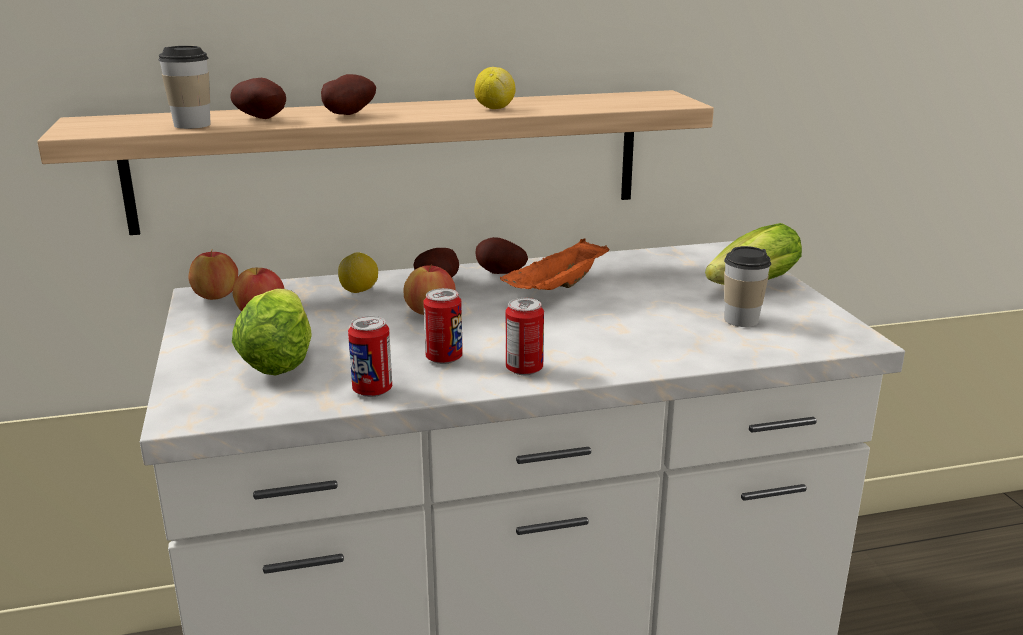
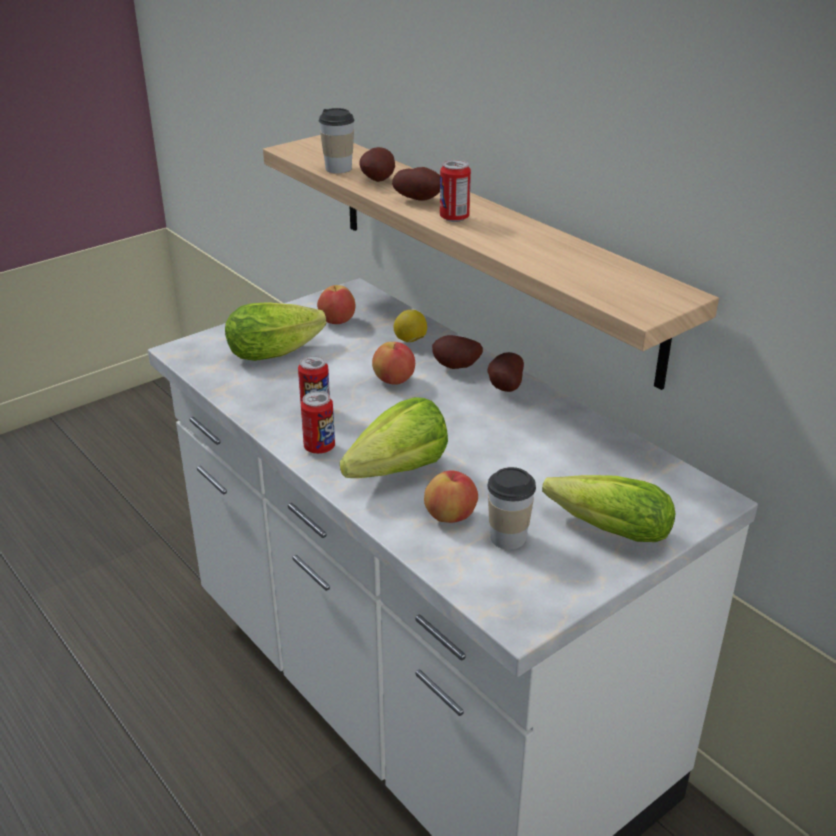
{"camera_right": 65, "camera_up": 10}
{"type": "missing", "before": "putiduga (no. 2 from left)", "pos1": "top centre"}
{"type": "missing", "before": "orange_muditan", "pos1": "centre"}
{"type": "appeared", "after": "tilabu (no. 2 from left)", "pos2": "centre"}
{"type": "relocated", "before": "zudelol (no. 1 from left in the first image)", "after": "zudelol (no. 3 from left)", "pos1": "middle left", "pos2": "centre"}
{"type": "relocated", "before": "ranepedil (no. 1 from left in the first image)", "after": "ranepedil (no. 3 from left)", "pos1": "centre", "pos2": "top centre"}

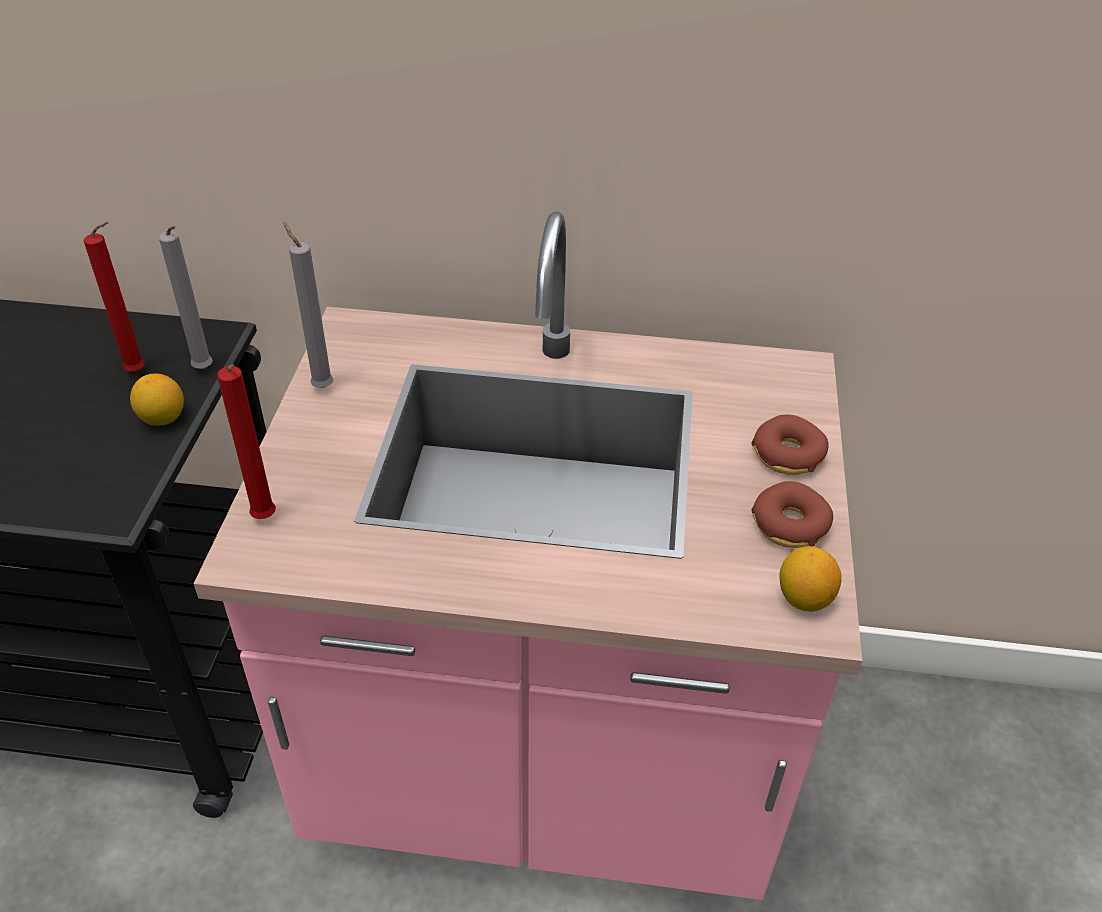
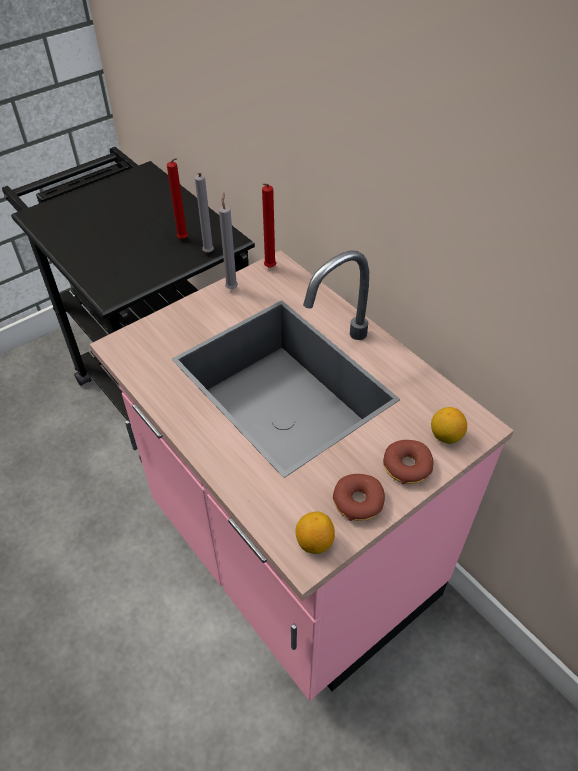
{"camera_right": 45, "camera_up": 5}
{"type": "relocated", "before": "putiduga (no. 1 from left in the first image)", "after": "putiduga (no. 2 from left)", "pos1": "middle left", "pos2": "middle right"}
{"type": "relocated", "before": "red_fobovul (no. 2 from left)", "pos1": "middle left", "pos2": "top centre"}

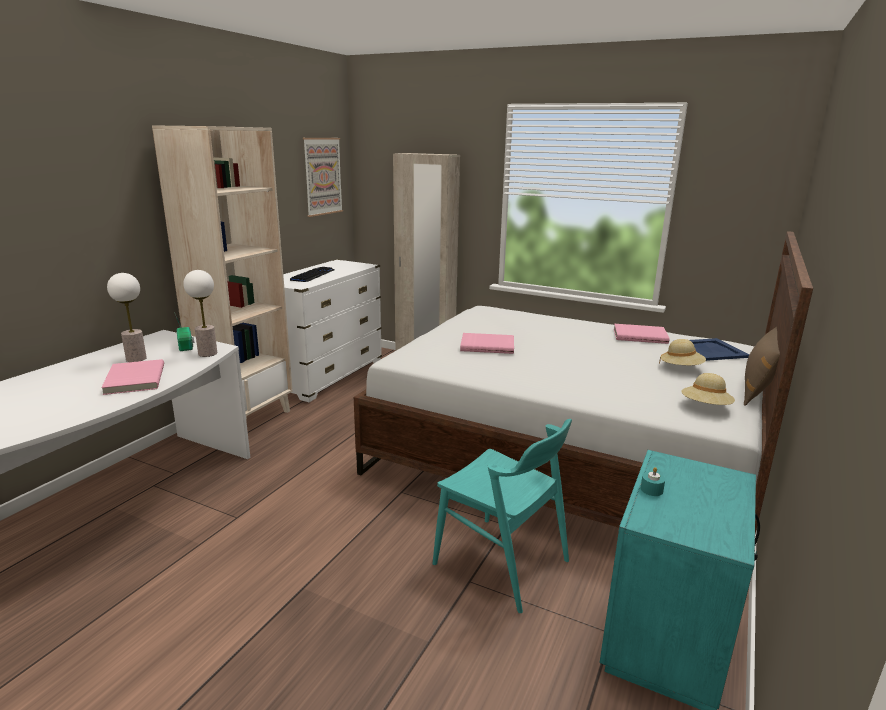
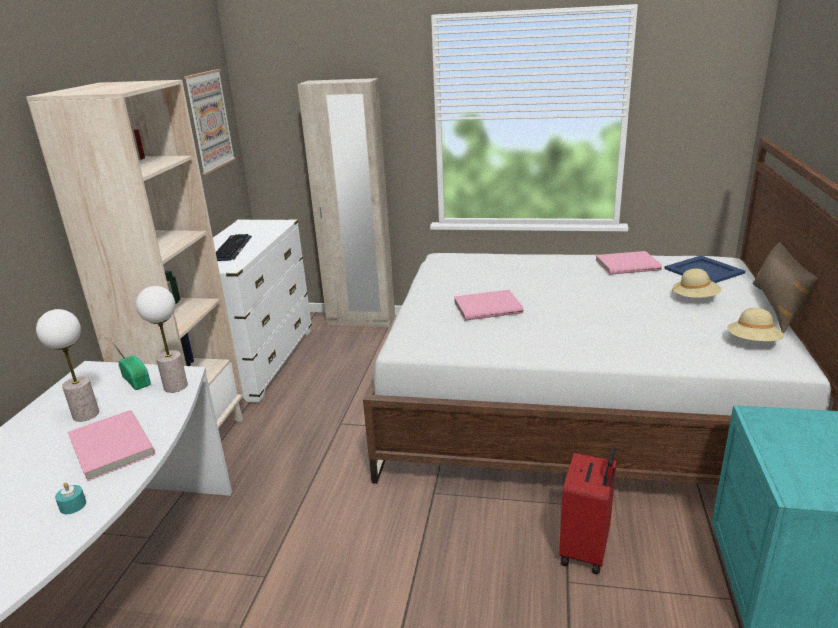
{"camera_right": -15, "camera_up": 5}
{"type": "relocated", "before": "turquoise_fobovul", "pos1": "bottom right", "pos2": "bottom left"}
{"type": "exchanged", "before": "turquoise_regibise", "after": "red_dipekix", "pos1": "bottom centre", "pos2": "bottom right"}

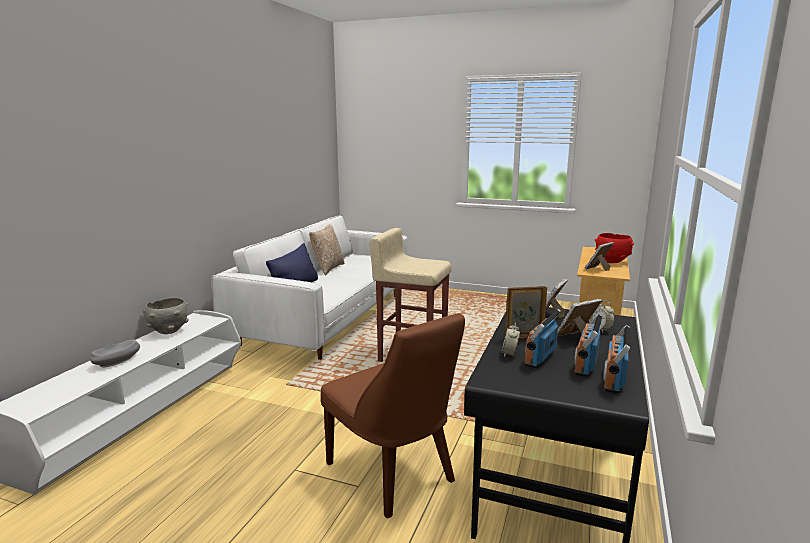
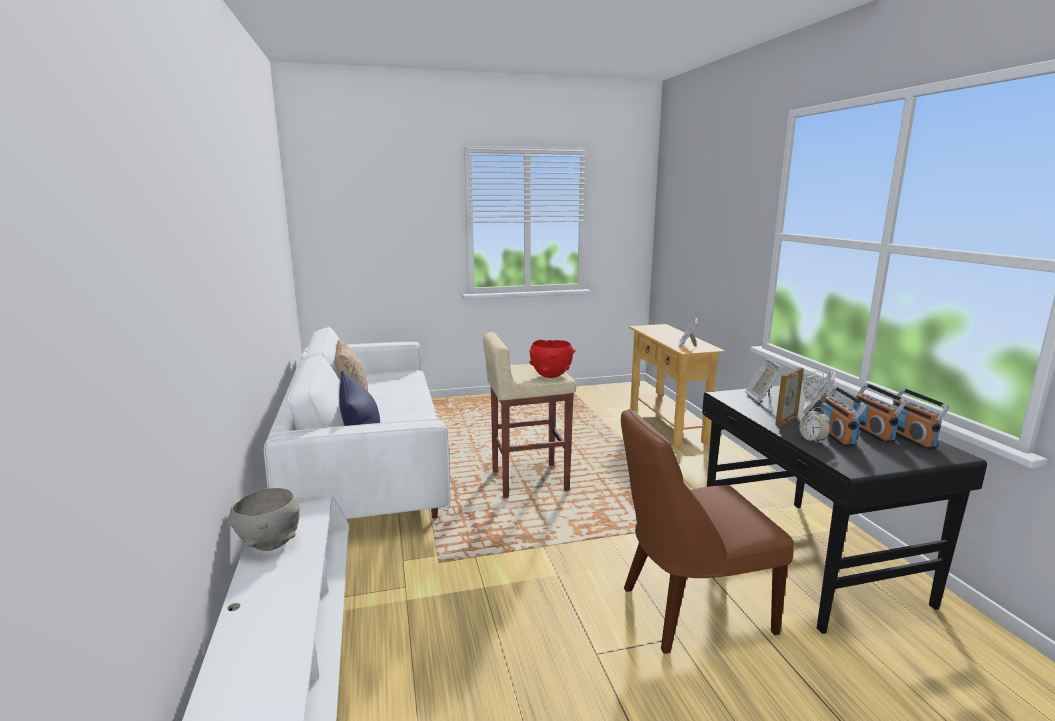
{"camera_right": -35, "camera_up": 0}
{"type": "missing", "before": "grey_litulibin (no. 1 from left)", "pos1": "middle left"}
{"type": "relocated", "before": "red_litulibin", "pos1": "middle right", "pos2": "centre"}
{"type": "spun", "before": "brown_regibise", "pos1": "bottom centre", "pos2": "bottom right", "turn": 150}

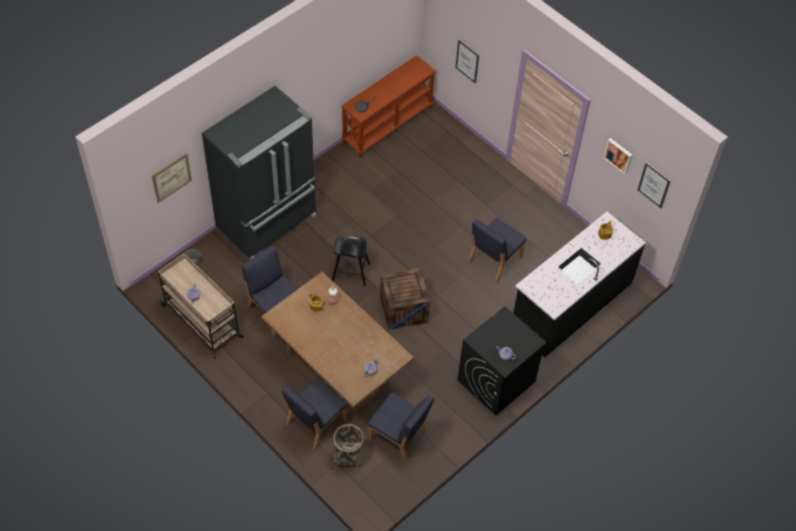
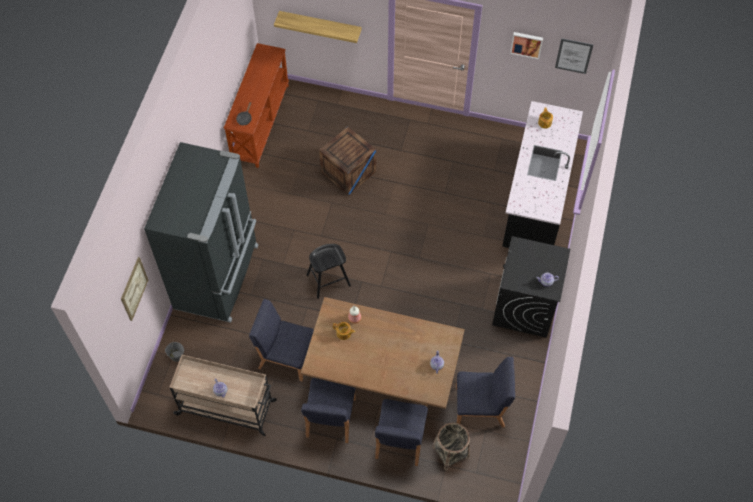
{"camera_right": -30, "camera_up": 5}
{"type": "relocated", "before": "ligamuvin", "pos1": "centre", "pos2": "top centre"}
{"type": "relocated", "before": "blue_regibise (no. 4 from left in the first image)", "after": "blue_regibise (no. 2 from left)", "pos1": "centre", "pos2": "bottom centre"}
{"type": "exchanged", "before": "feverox (no. 2 from left)", "after": "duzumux", "pos1": "top centre", "pos2": "top centre"}

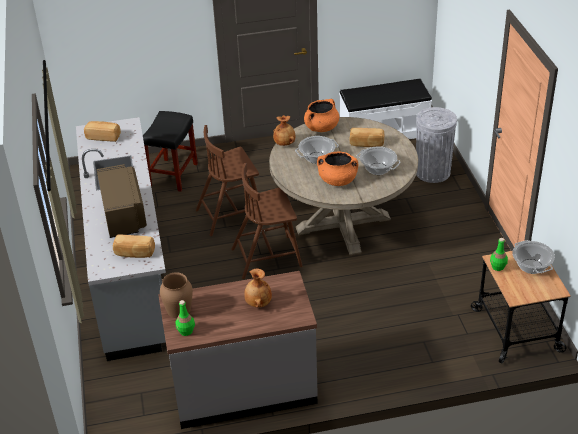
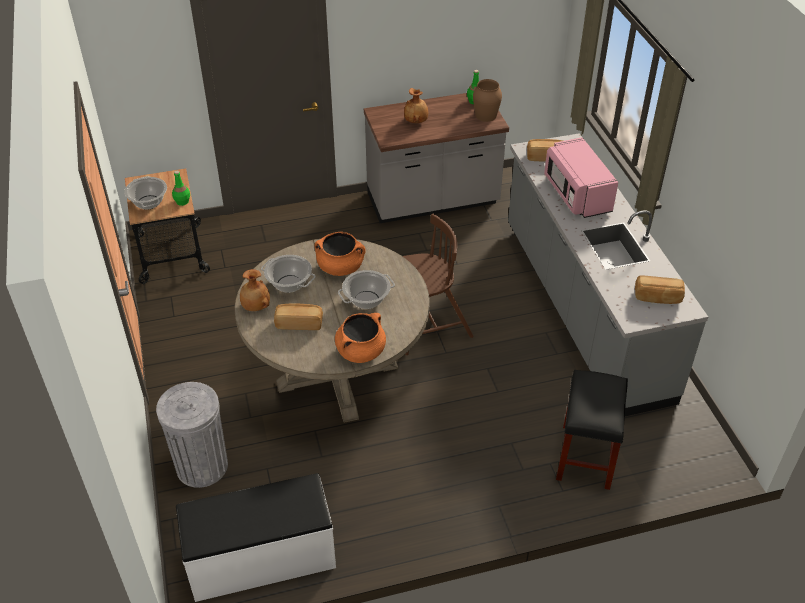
{"camera_right": 175, "camera_up": 5}
{"type": "missing", "before": "brown_regibise (no. 1 from left)", "pos1": "centre"}
{"type": "relocated", "before": "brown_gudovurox (no. 3 from left in the first image)", "after": "brown_gudovurox (no. 1 from left)", "pos1": "top centre", "pos2": "middle left"}
{"type": "colour", "before": "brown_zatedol", "after": "pink_zatedol", "pos1": "middle left", "pos2": "top right"}

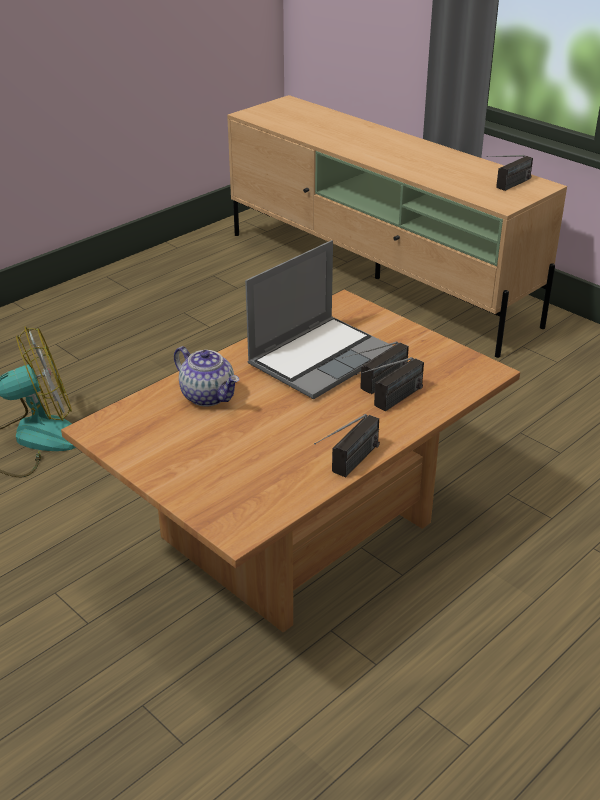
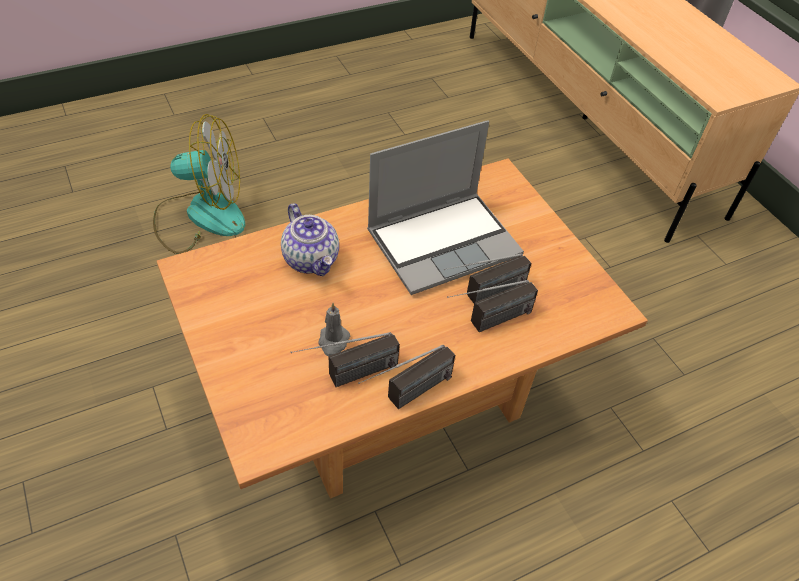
{"camera_right": 15, "camera_up": 15}
{"type": "appeared", "after": "grey_fobovul", "pos2": "centre"}
{"type": "relocated", "before": "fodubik (no. 4 from left in the first image)", "after": "fodubik (no. 1 from left)", "pos1": "top right", "pos2": "centre"}

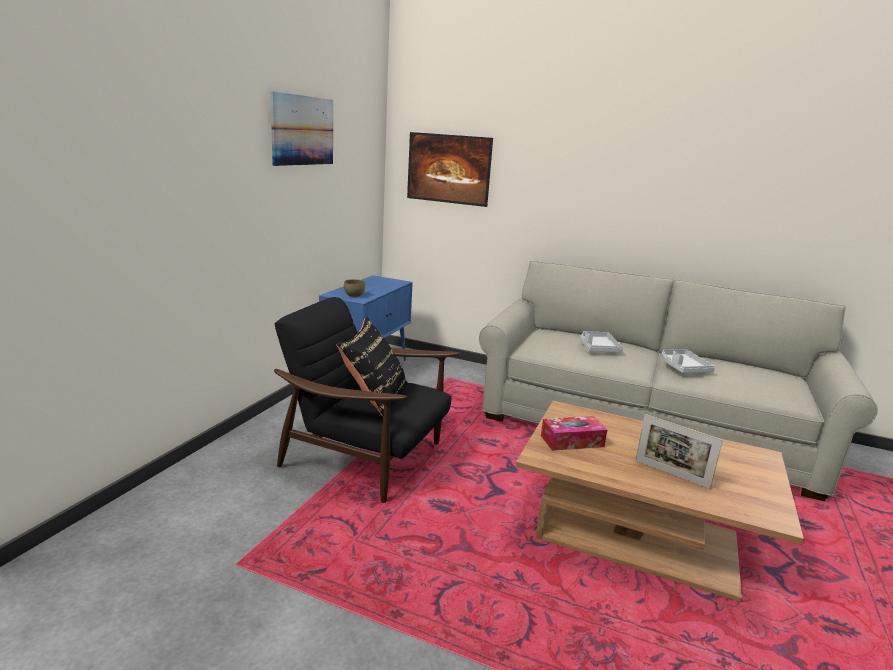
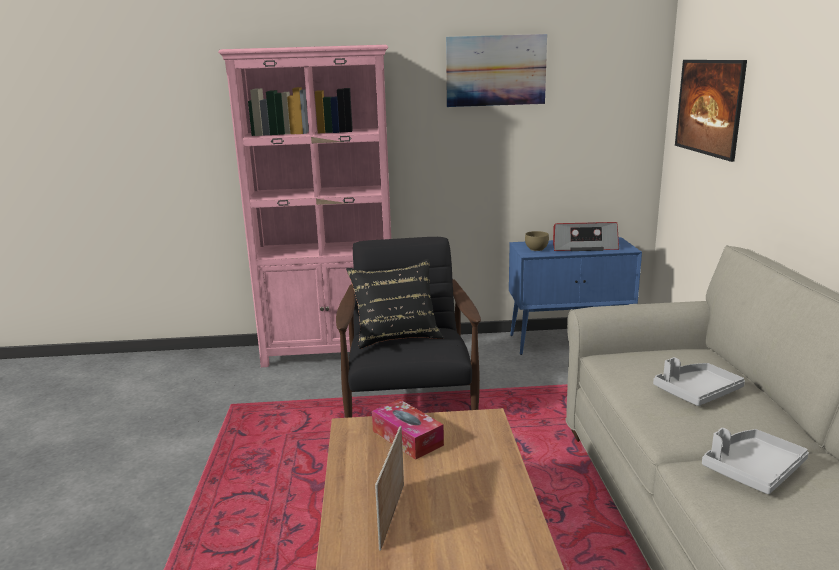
{"camera_right": 65, "camera_up": 0}
{"type": "appeared", "after": "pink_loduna", "pos2": "centre"}
{"type": "appeared", "after": "fodubik", "pos2": "middle right"}

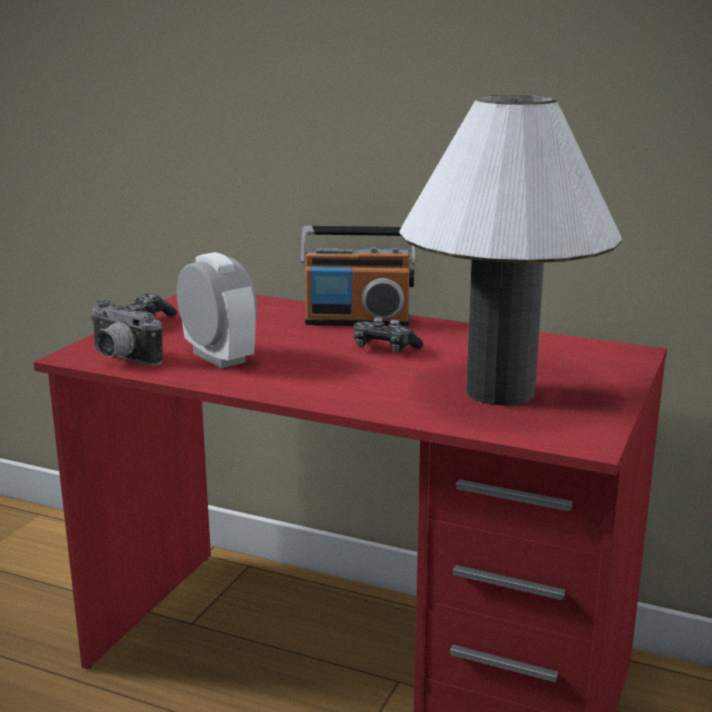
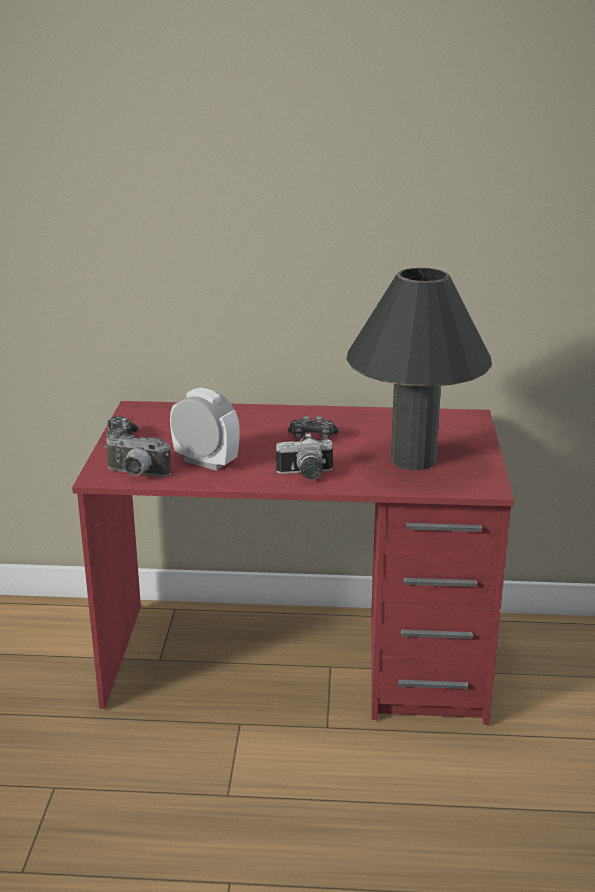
{"camera_right": -20, "camera_up": 5}
{"type": "missing", "before": "fodubik", "pos1": "centre"}
{"type": "appeared", "after": "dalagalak (no. 2 from left)", "pos2": "centre"}
{"type": "colour", "before": "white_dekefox", "after": "black_dekefox", "pos1": "middle right", "pos2": "middle right"}

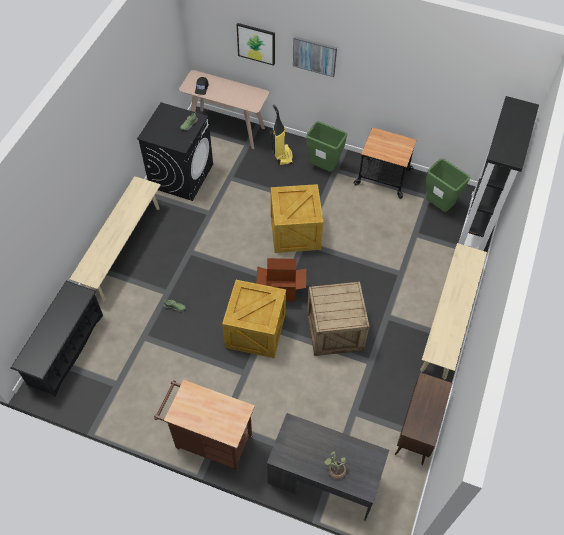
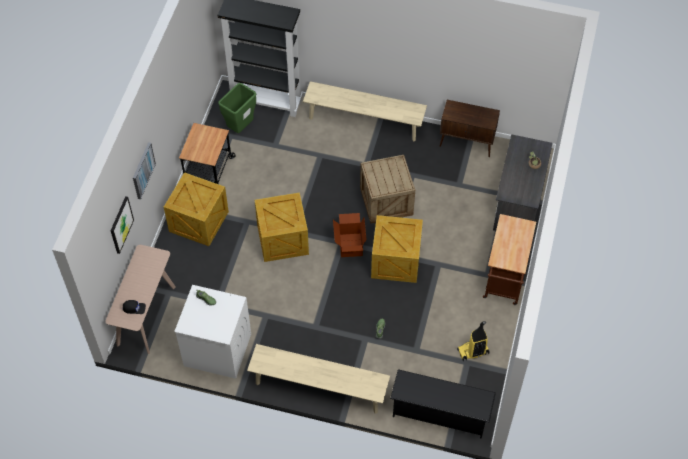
{"camera_right": -95, "camera_up": 0}
{"type": "relocated", "before": "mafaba", "pos1": "top centre", "pos2": "bottom right"}
{"type": "exchanged", "before": "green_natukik (no. 1 from left)", "after": "ligamuvin (no. 1 from left)", "pos1": "top centre", "pos2": "middle left"}
{"type": "colour", "before": "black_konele", "after": "white_konele", "pos1": "top left", "pos2": "bottom left"}

